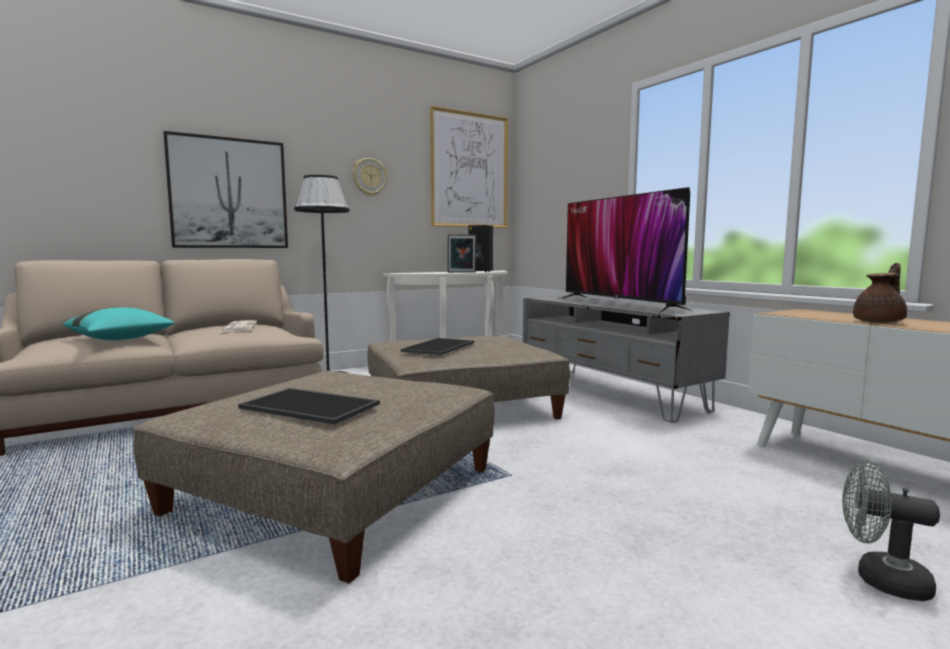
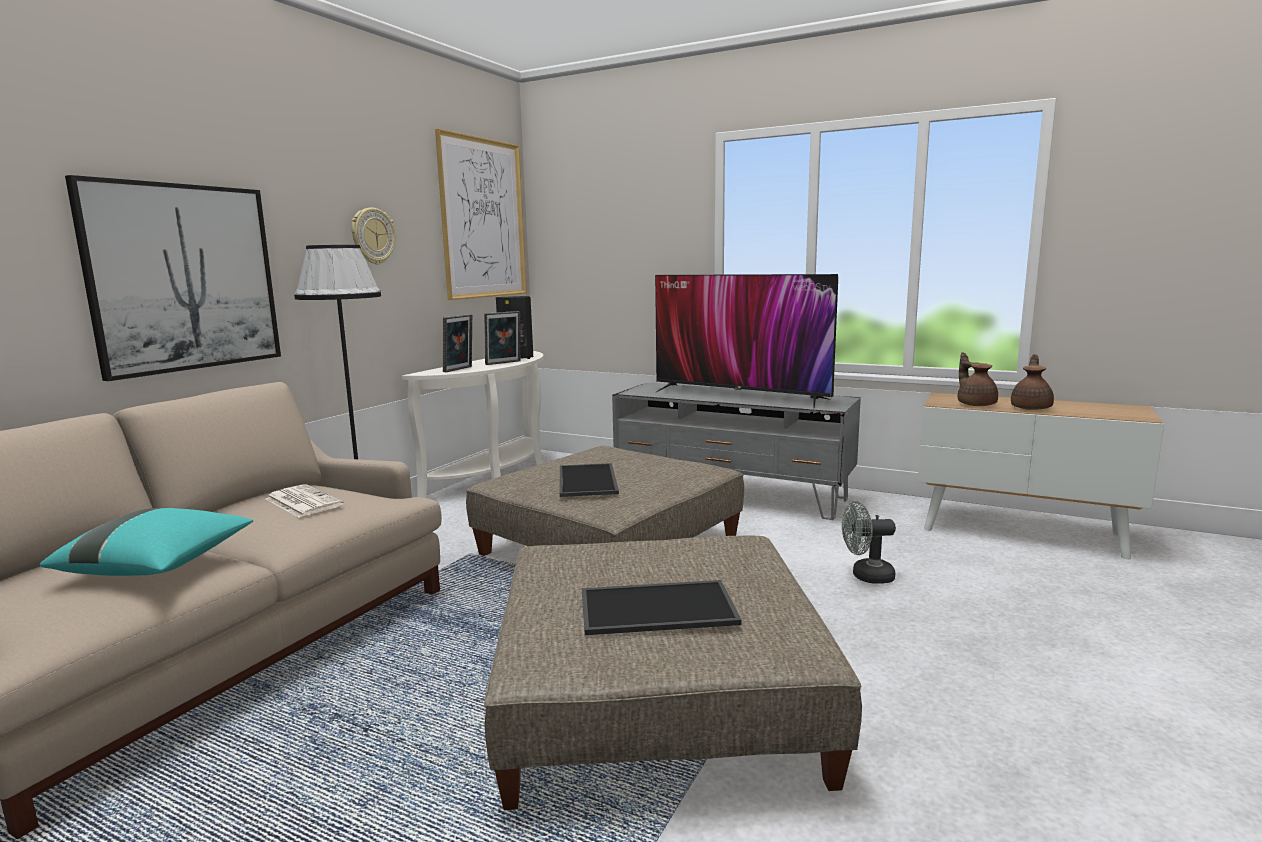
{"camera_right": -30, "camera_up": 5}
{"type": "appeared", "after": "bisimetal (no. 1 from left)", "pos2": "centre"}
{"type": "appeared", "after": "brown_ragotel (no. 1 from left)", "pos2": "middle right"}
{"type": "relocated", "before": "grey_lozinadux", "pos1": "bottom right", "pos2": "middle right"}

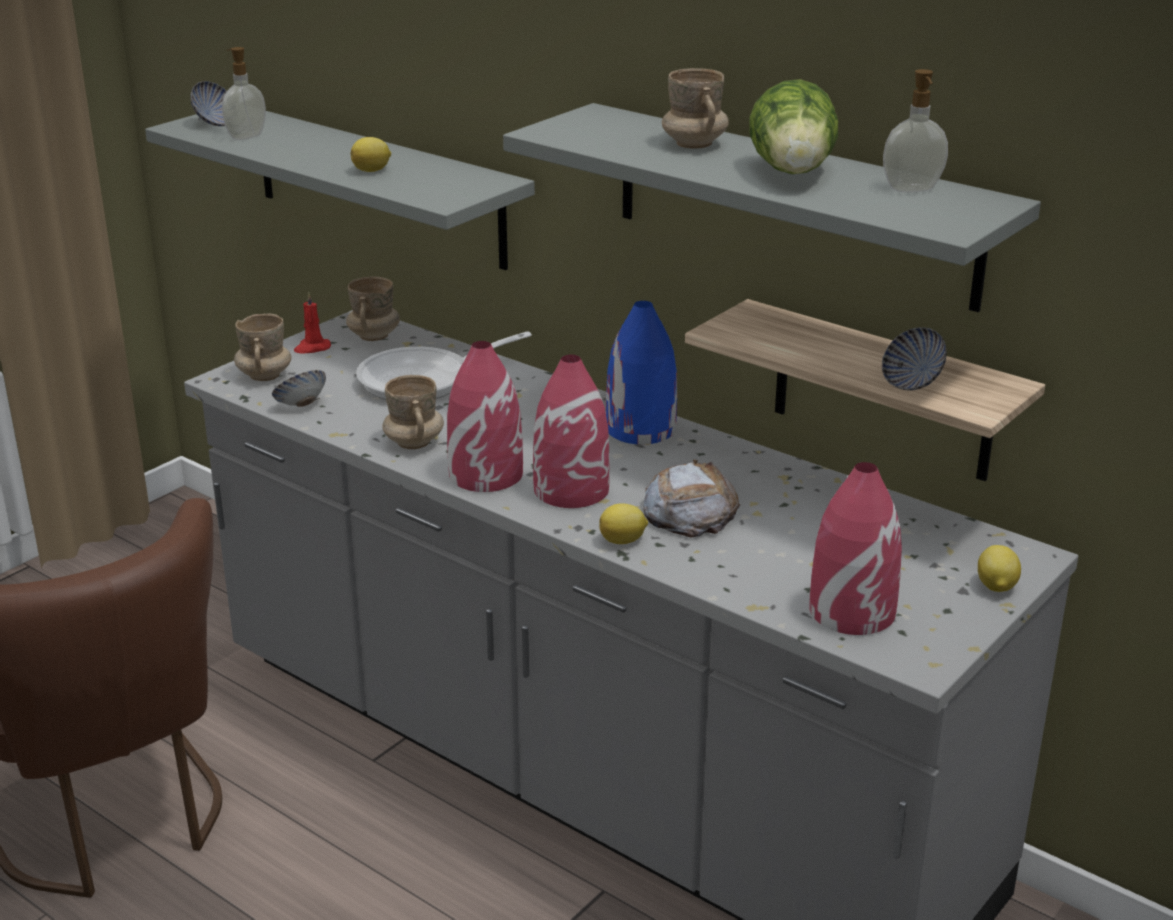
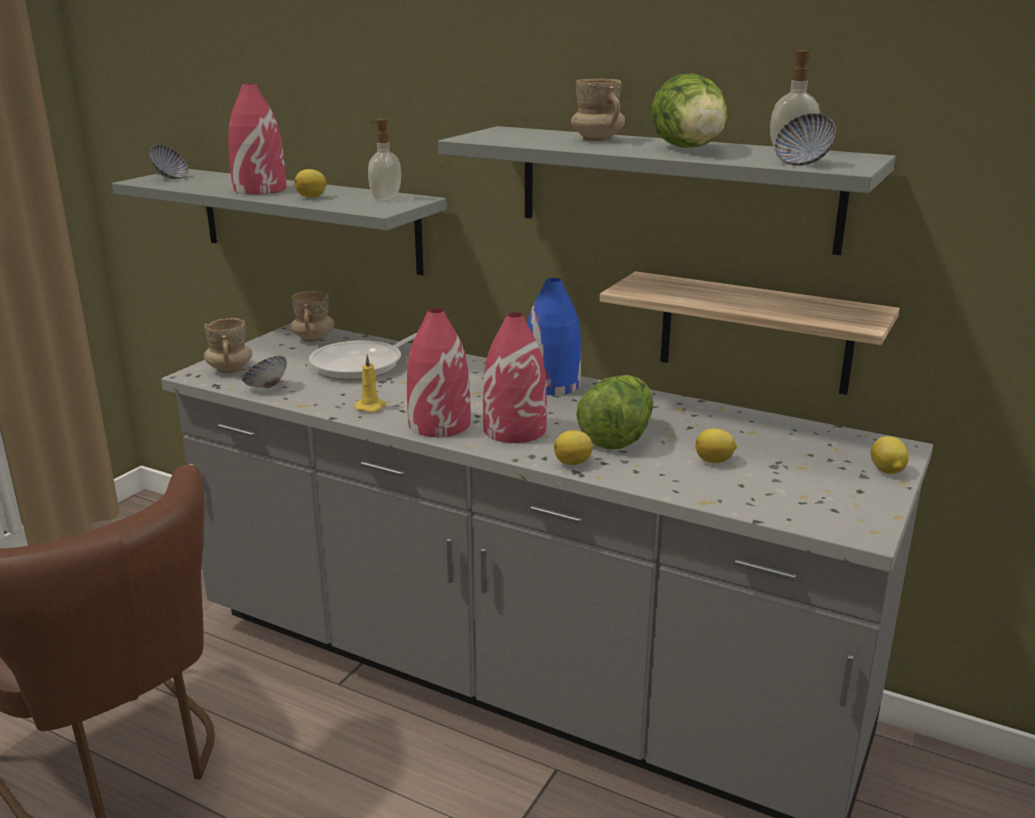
{"camera_right": -10, "camera_up": -5}
{"type": "missing", "before": "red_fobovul", "pos1": "middle left"}
{"type": "appeared", "after": "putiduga (no. 3 from left)", "pos2": "middle right"}
{"type": "relocated", "before": "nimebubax (no. 1 from left)", "pos1": "top left", "pos2": "top centre"}
{"type": "relocated", "before": "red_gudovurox (no. 3 from left in the first image)", "after": "red_gudovurox (no. 1 from left)", "pos1": "middle right", "pos2": "top left"}
{"type": "relocated", "before": "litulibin (no. 3 from left)", "pos1": "middle right", "pos2": "top right"}
{"type": "exchanged", "before": "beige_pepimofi (no. 3 from left)", "after": "yellow_fobovul", "pos1": "centre", "pos2": "centre"}
{"type": "exchanged", "before": "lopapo", "after": "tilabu (no. 1 from left)", "pos1": "centre", "pos2": "centre"}

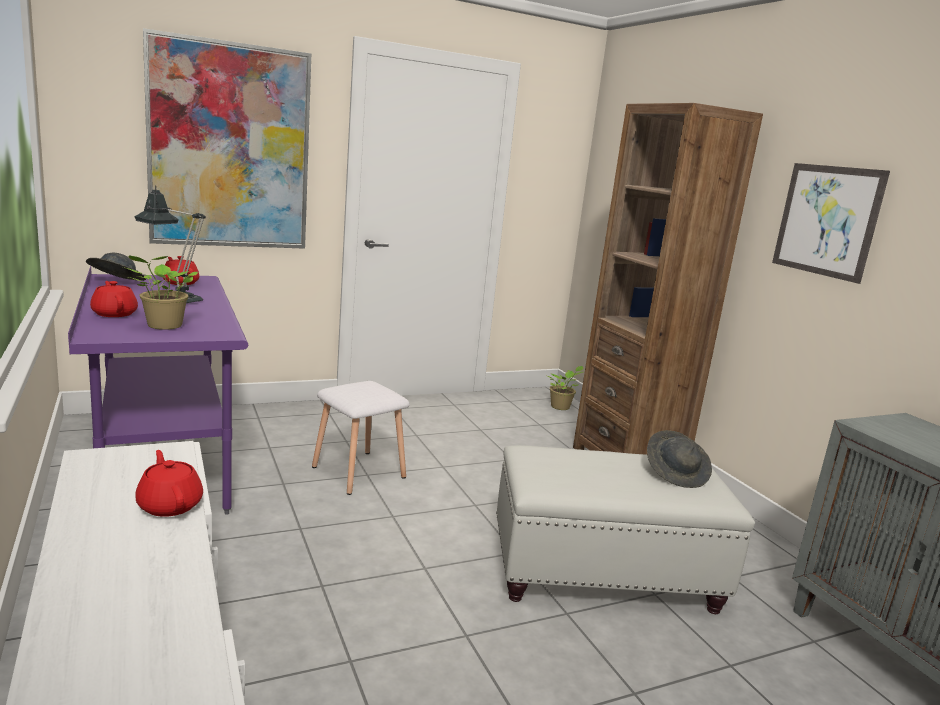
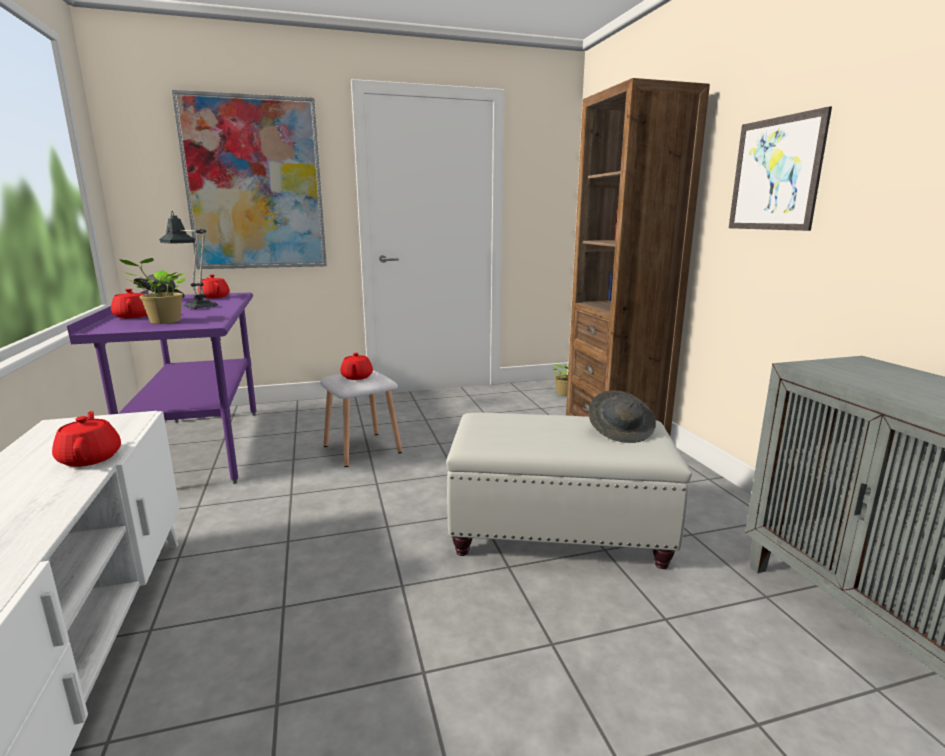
{"camera_right": 10, "camera_up": 0}
{"type": "appeared", "after": "red_ragotel (no. 4 from left)", "pos2": "centre"}

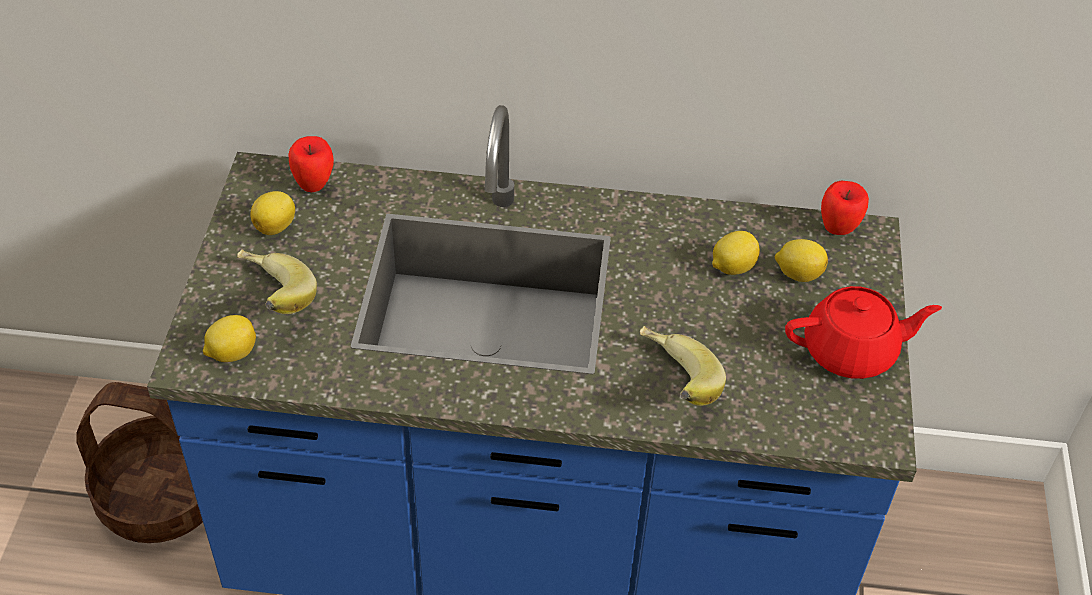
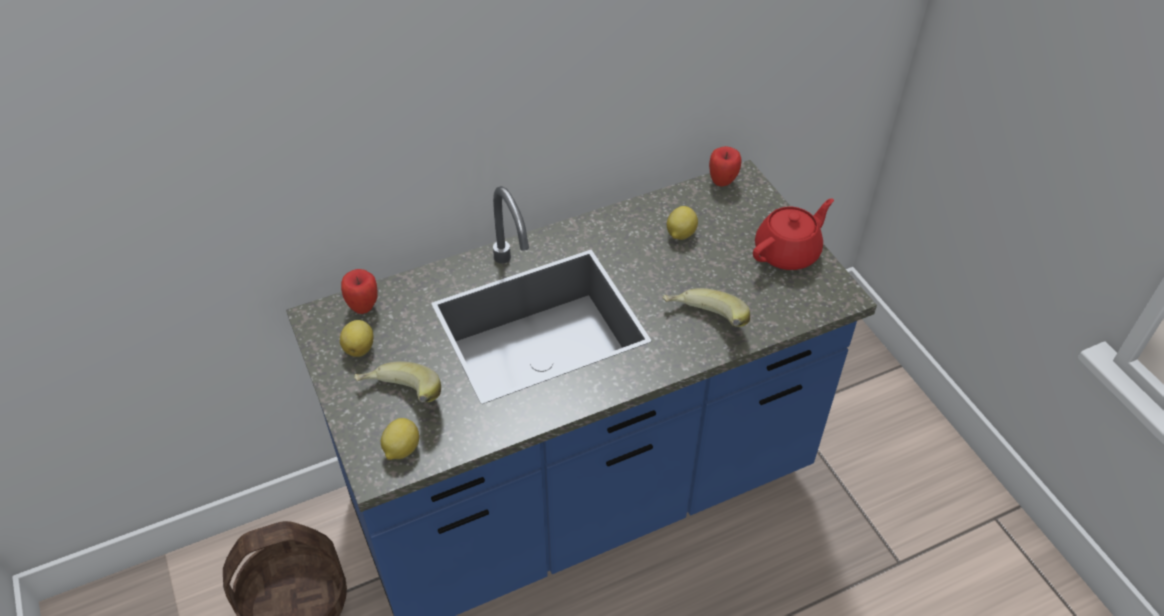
{"camera_right": -30, "camera_up": 0}
{"type": "missing", "before": "putiduga (no. 4 from left)", "pos1": "middle right"}

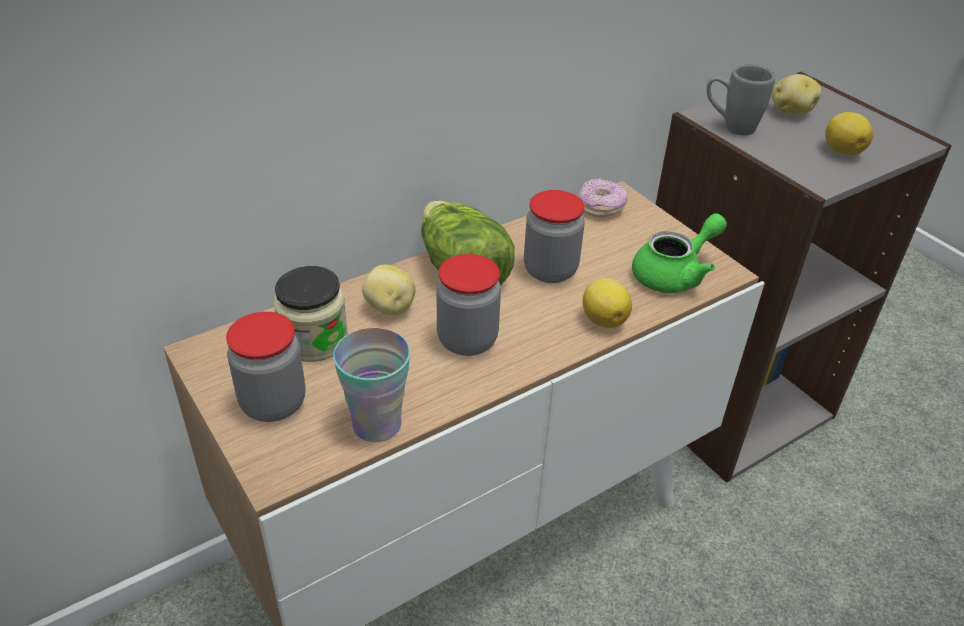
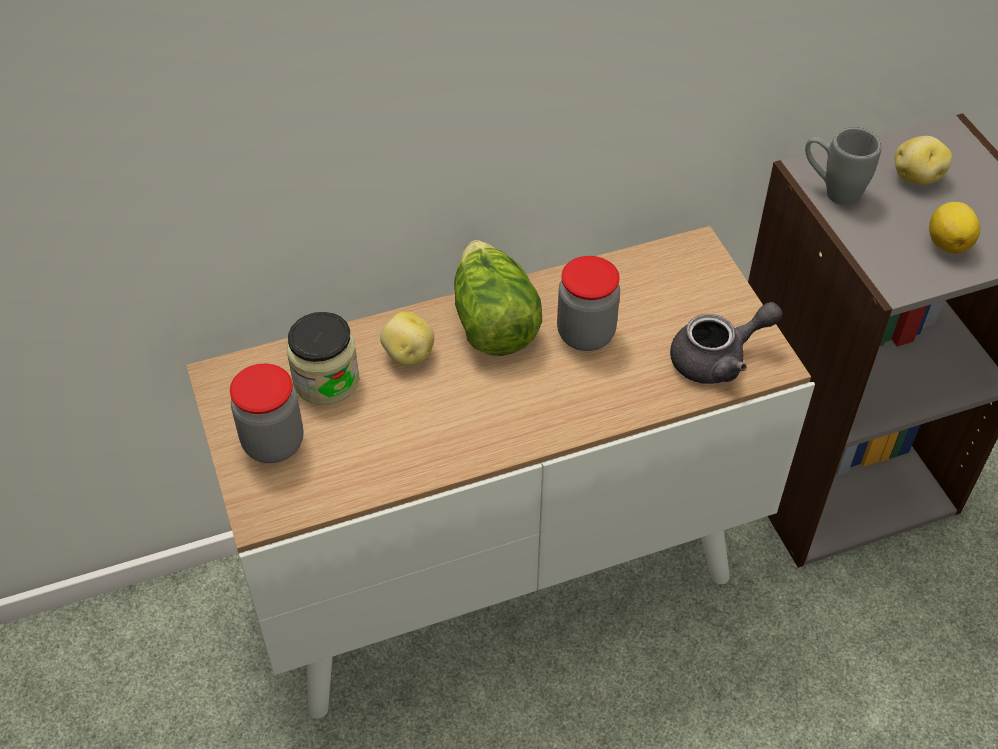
{"camera_right": 15, "camera_up": 10}
{"type": "missing", "before": "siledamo", "pos1": "centre"}
{"type": "missing", "before": "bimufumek (no. 3 from left)", "pos1": "centre"}
{"type": "missing", "before": "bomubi", "pos1": "top centre"}
{"type": "missing", "before": "putiduga (no. 1 from left)", "pos1": "centre"}
{"type": "colour", "before": "green_ragotel", "after": "grey_ragotel", "pos1": "middle right", "pos2": "middle right"}

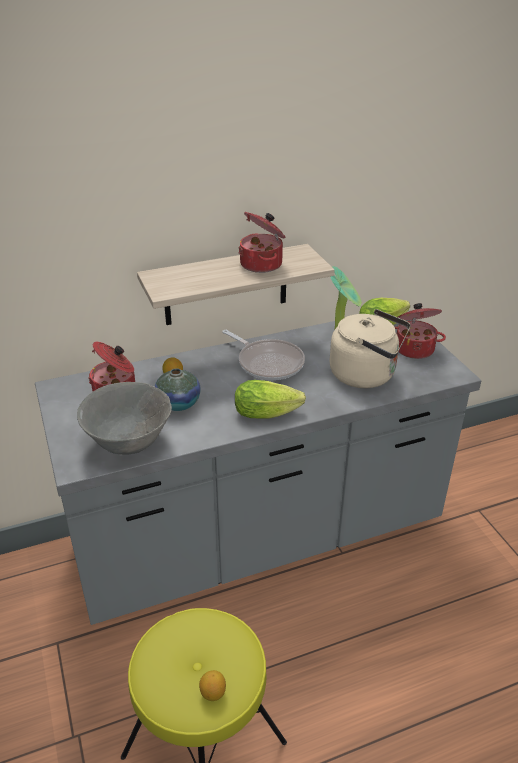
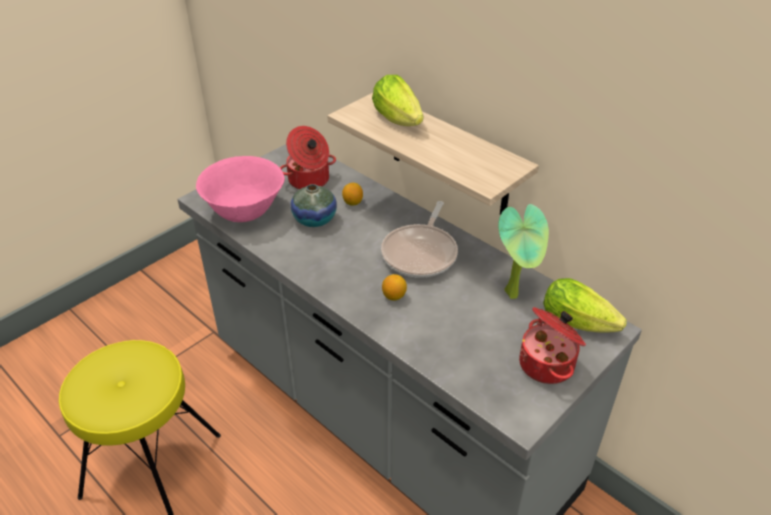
{"camera_right": 65, "camera_up": 5}
{"type": "missing", "before": "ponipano (no. 2 from left)", "pos1": "top centre"}
{"type": "missing", "before": "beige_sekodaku", "pos1": "middle right"}
{"type": "relocated", "before": "putiduga (no. 2 from left)", "pos1": "bottom centre", "pos2": "centre"}
{"type": "relocated", "before": "tilabu (no. 1 from left)", "pos1": "centre", "pos2": "top centre"}
{"type": "colour", "before": "grey_litulibin", "after": "pink_litulibin", "pos1": "middle left", "pos2": "middle left"}

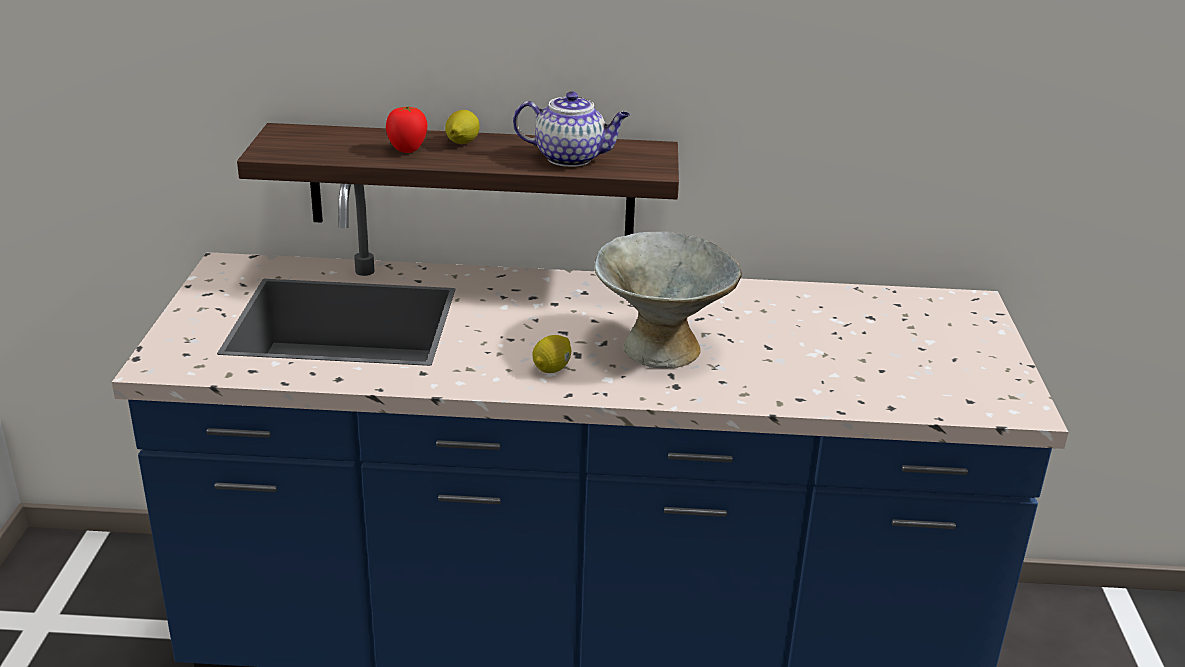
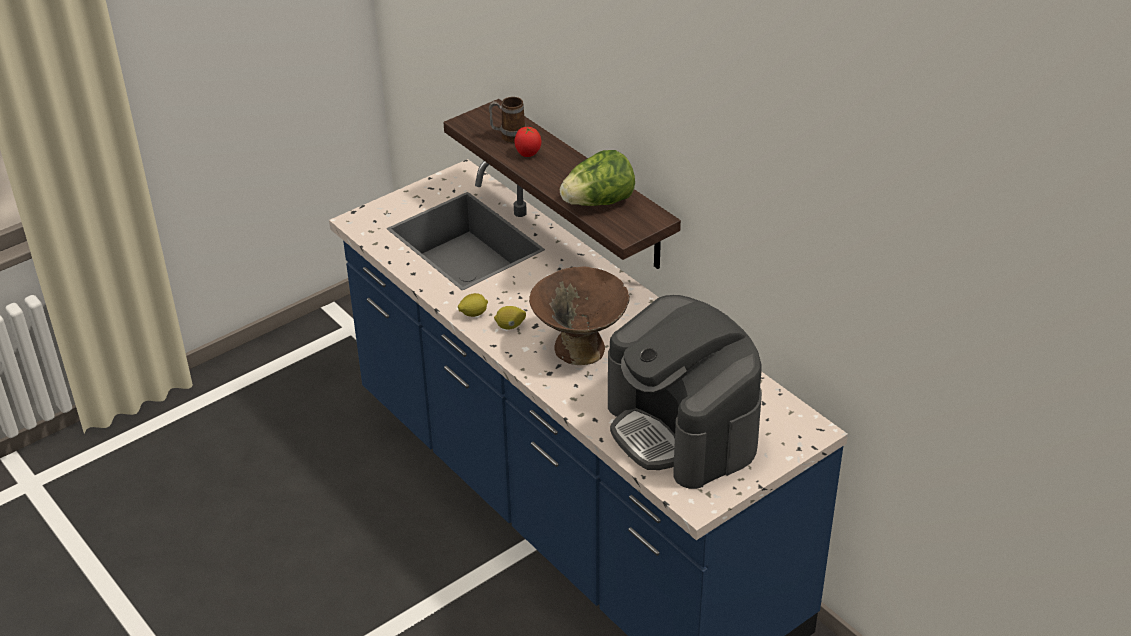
{"camera_right": 50, "camera_up": 10}
{"type": "appeared", "after": "pepimofi", "pos2": "top centre"}
{"type": "appeared", "after": "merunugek", "pos2": "centre"}
{"type": "relocated", "before": "putiduga (no. 1 from left)", "pos1": "top centre", "pos2": "centre"}
{"type": "exchanged", "before": "ragotel", "after": "tilabu", "pos1": "top centre", "pos2": "top centre"}
{"type": "colour", "before": "grey_litulibin", "after": "brown_litulibin", "pos1": "centre", "pos2": "centre"}

